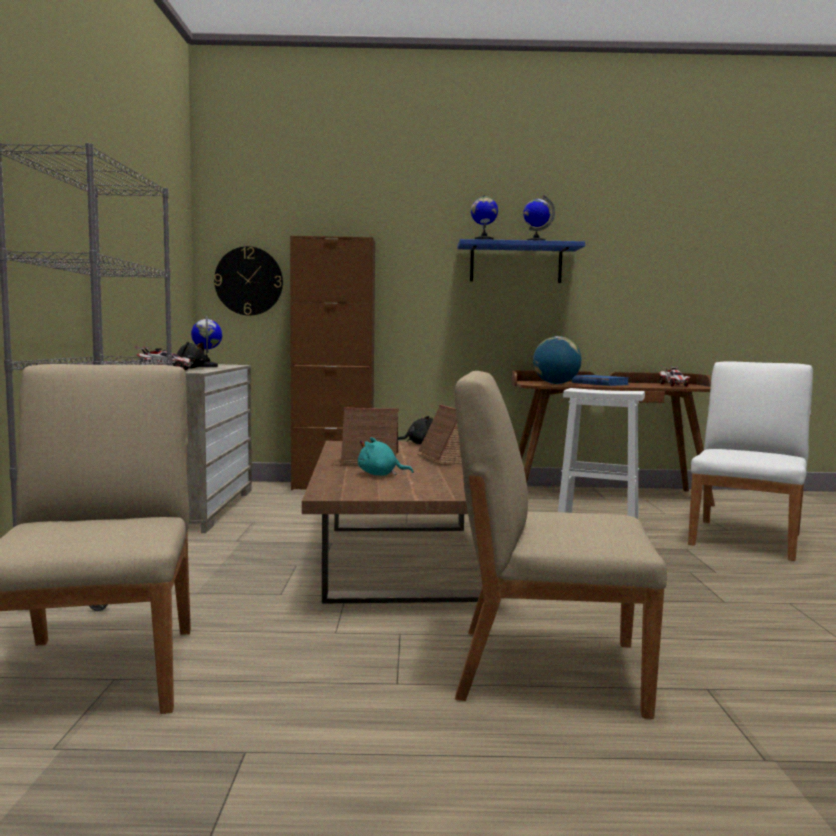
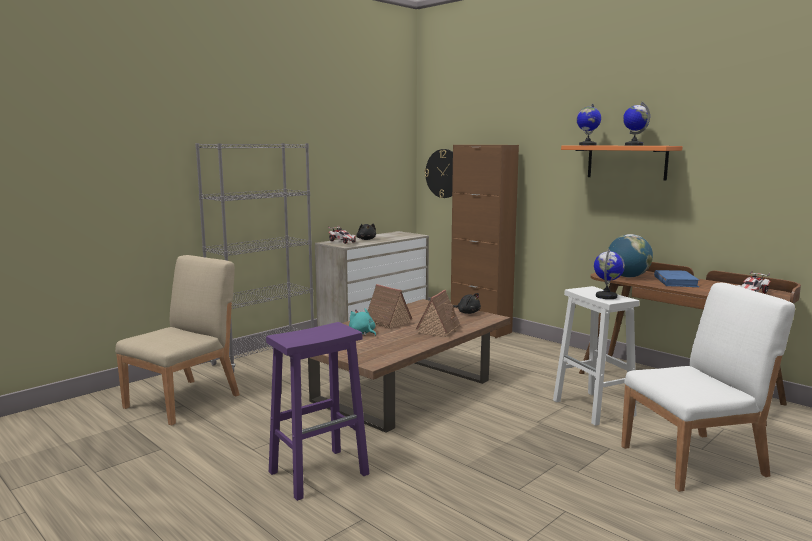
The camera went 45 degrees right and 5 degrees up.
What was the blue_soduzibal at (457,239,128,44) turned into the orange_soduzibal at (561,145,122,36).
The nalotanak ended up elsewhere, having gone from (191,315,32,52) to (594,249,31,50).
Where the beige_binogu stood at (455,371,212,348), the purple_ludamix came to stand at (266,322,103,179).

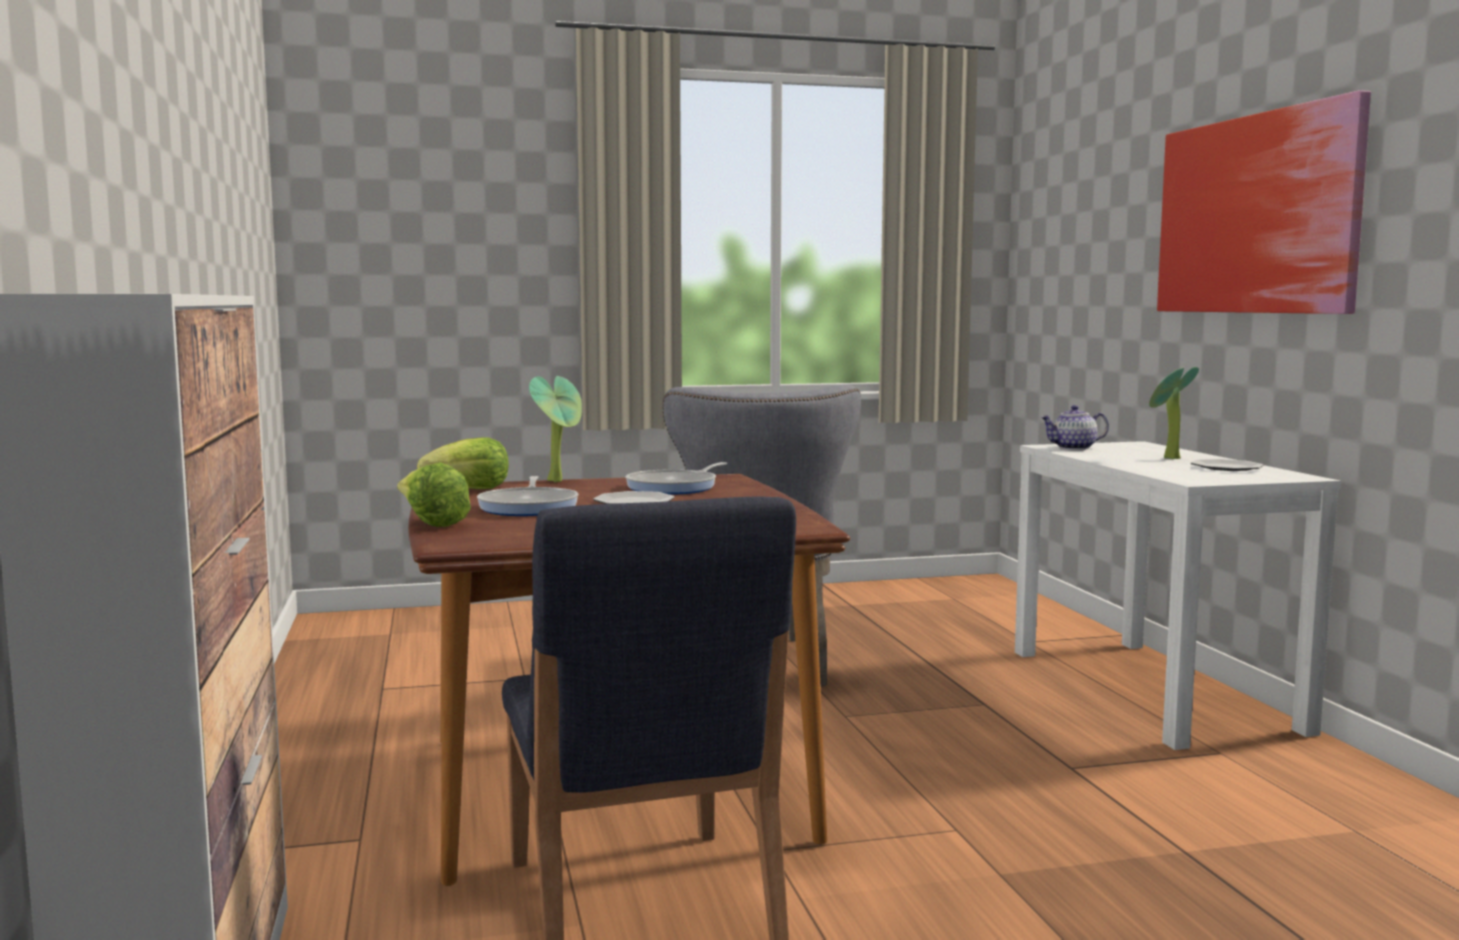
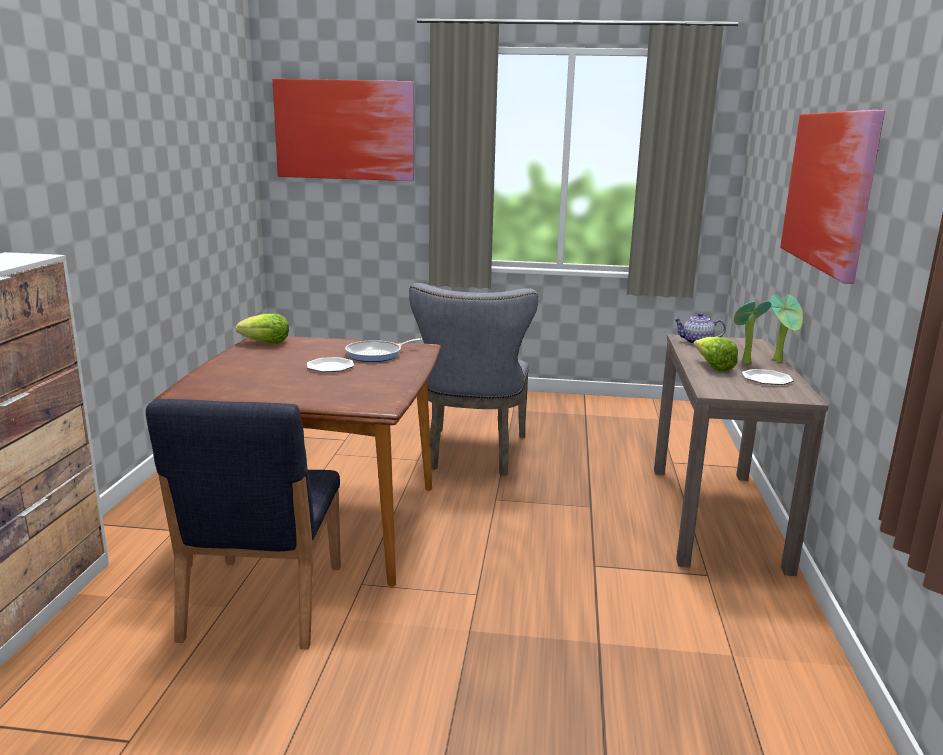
The camera went 20 degrees right and 10 degrees up.
The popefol ended up elsewhere, having gone from (529,376,53,106) to (770,294,33,69).
What was the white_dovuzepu at (1015,441,326,309) turned into the brown_dovuzepu at (654,334,175,242).
The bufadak ended up elsewhere, having gone from (397,462,74,65) to (693,337,45,35).
The second view lost the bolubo at (477,476,101,40).
The second view gained the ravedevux at (273,79,141,102).

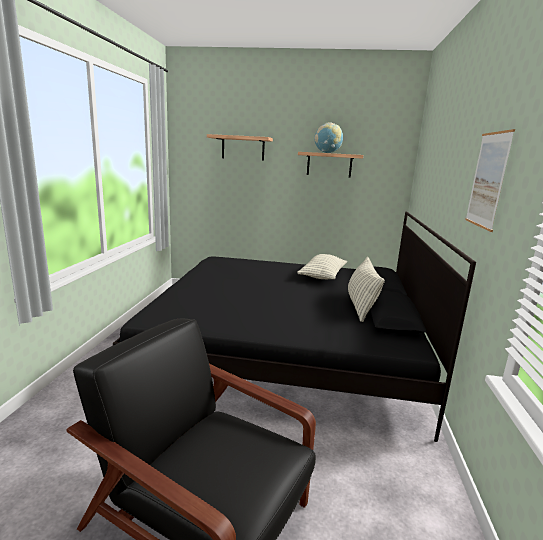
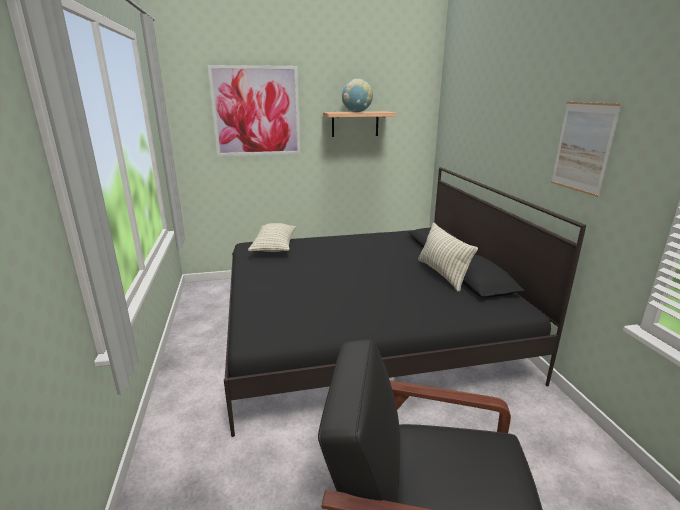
The camera went 20 degrees left and 5 degrees up.
Where the soduzibal hung at (207,134,66,27), the ravedevux came to hang at (207,65,93,91).
The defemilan ended up elsewhere, having gone from (297,254,50,25) to (248,223,48,29).

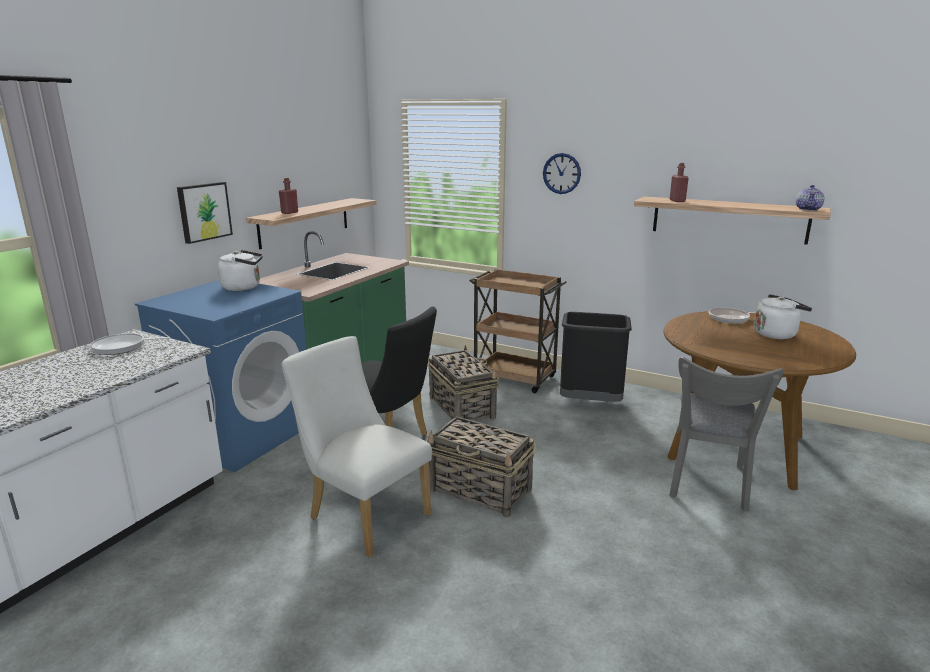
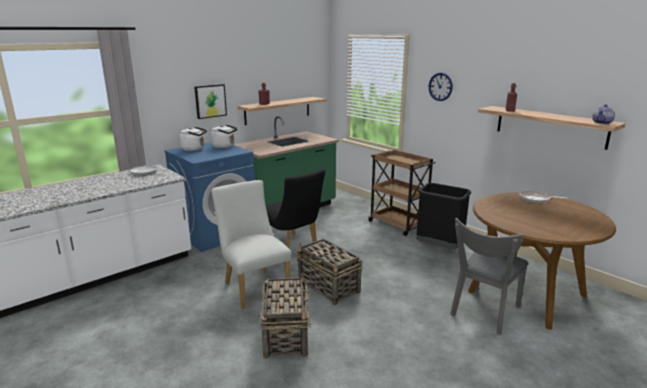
The camera went 20 degrees right and 0 degrees up.
The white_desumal ended up elsewhere, having gone from (754,294,58,45) to (180,127,27,24).
The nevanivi ended up elsewhere, having gone from (428,345,71,76) to (260,274,52,85).

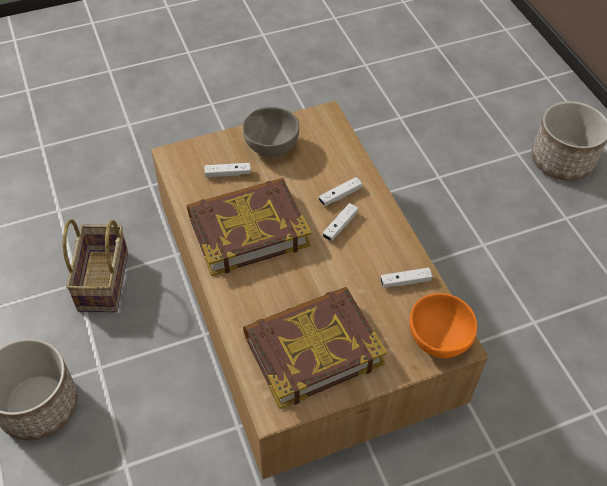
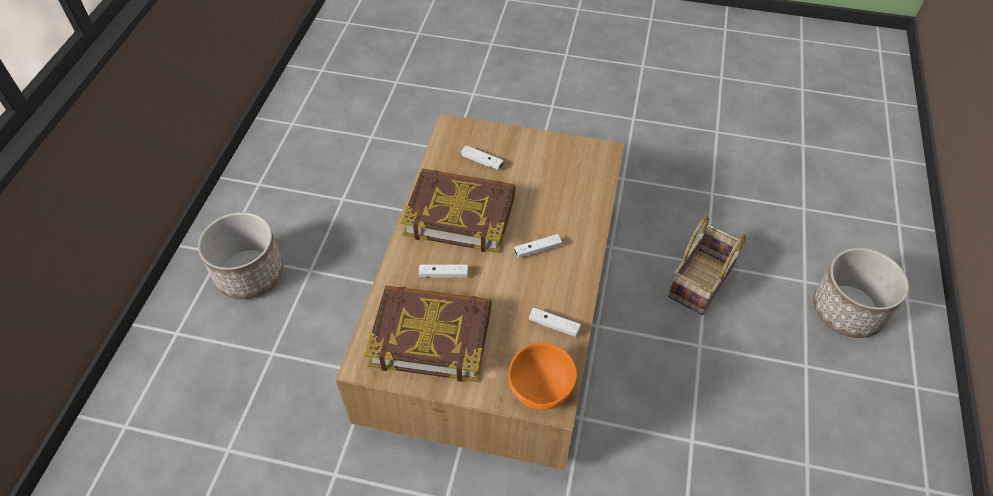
The camera went 35 degrees right and 0 degrees up.
The second view lost the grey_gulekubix at (243,107,56,49).
The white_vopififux ended up elsewhere, having gone from (319,177,43,29) to (419,265,49,13).
The nevanivi ended up elsewhere, having gone from (63,219,65,93) to (668,216,78,99).

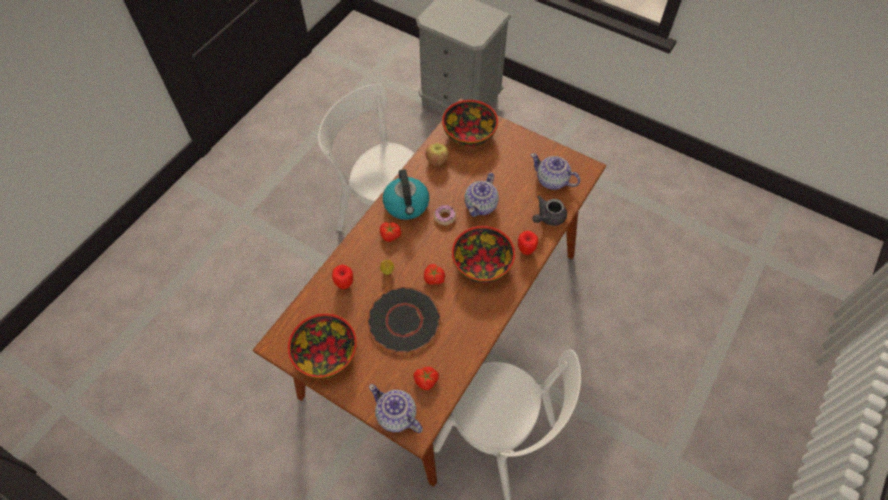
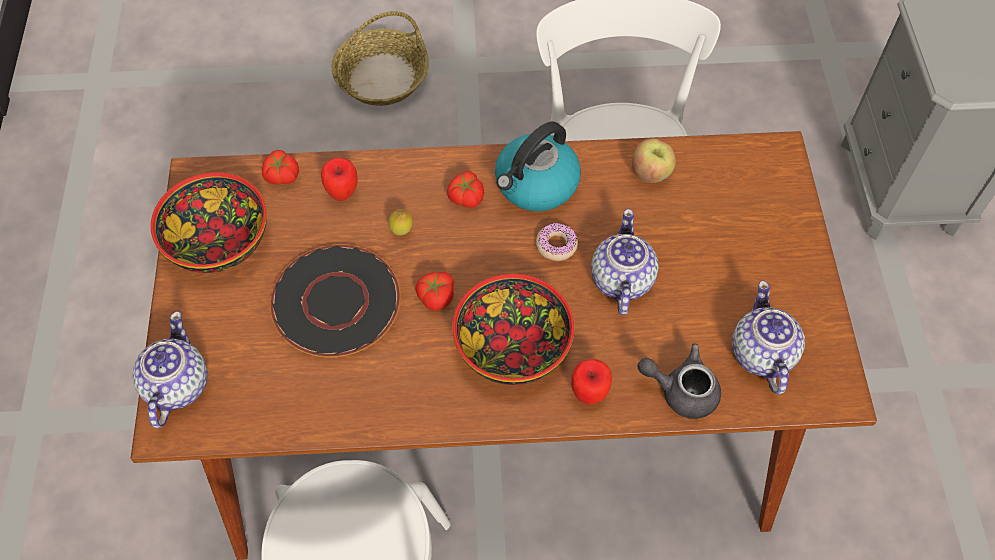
The camera went 55 degrees right and 0 degrees up.
The second view lost the gulekubix at (442,100,56,47).
The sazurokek at (465,173,34,44) ended up facing another way, 105 degrees clockwise from before.
The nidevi ended up elsewhere, having gone from (413,367,26,23) to (262,150,37,34).
The second view gained the nevanivi at (331,11,98,95).

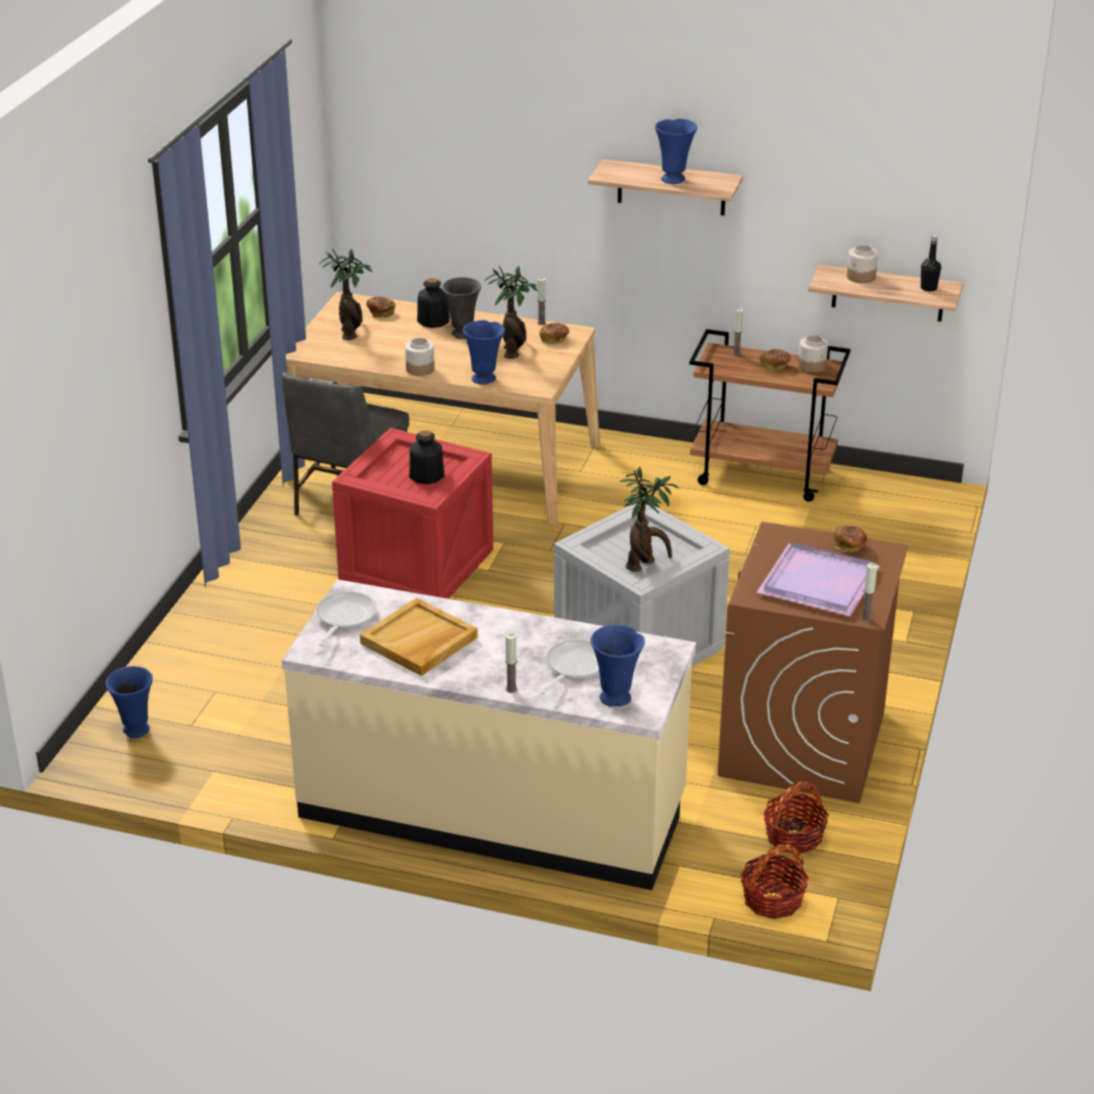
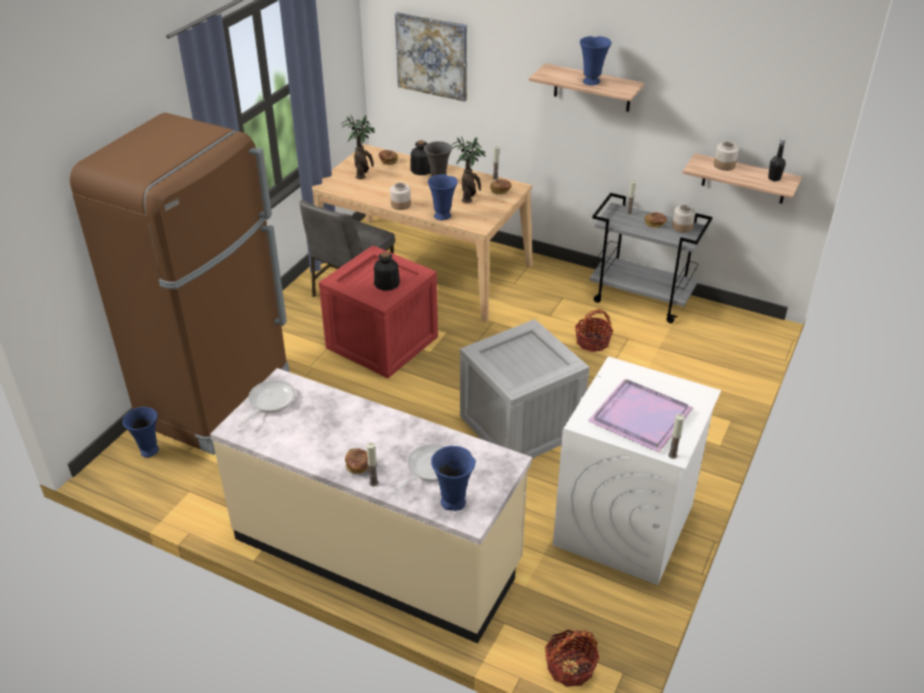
The camera went 10 degrees right and 5 degrees up.
What was the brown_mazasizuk at (689,329,162,173) turned into the grey_mazasizuk at (590,193,123,130).
The second view lost the popefol at (619,466,60,106).
What was the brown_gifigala at (718,522,190,281) turned into the white_gifigala at (553,357,168,228).
The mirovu ended up elsewhere, having gone from (834,525,33,27) to (345,448,24,26).
The second view lost the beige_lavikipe at (360,598,118,78).
The nevanivi ended up elsewhere, having gone from (763,781,66,73) to (575,309,38,43).
The second view gained the ravedevux at (395,12,72,90).
The second view gained the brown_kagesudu at (70,113,220,342).

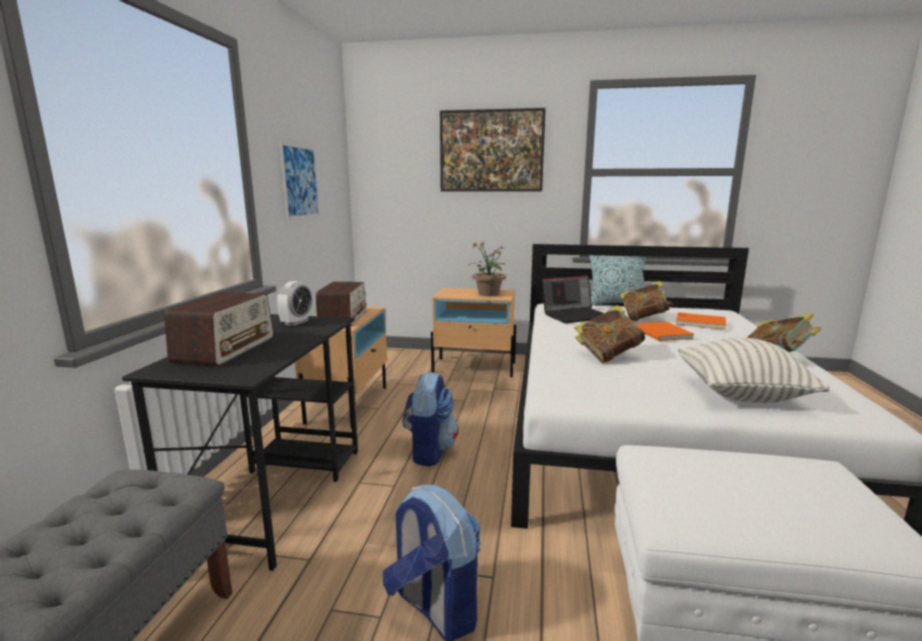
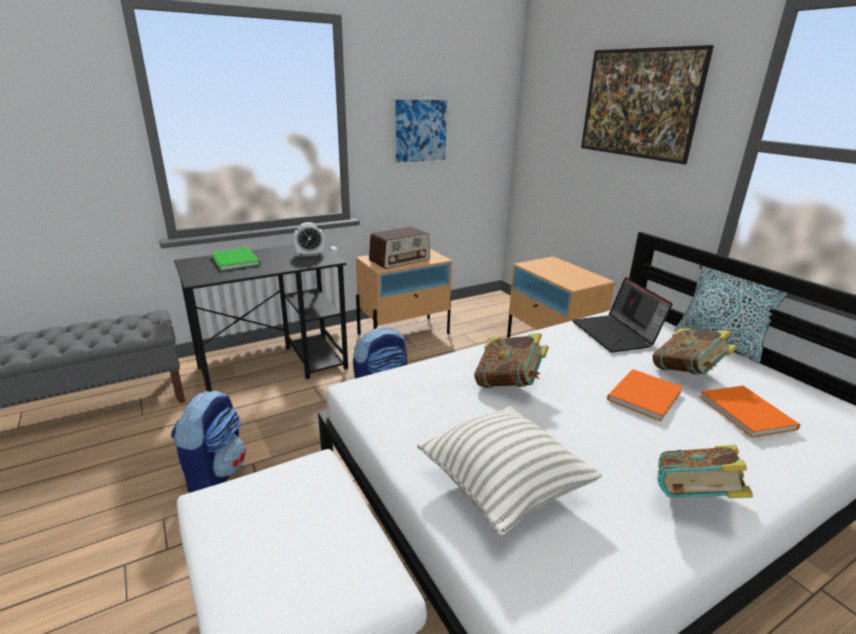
The camera went 50 degrees right and 10 degrees up.
The second view lost the popefol at (469,242,37,54).
The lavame at (542,275,62,48) ended up facing another way, 45 degrees clockwise from before.
Where the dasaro stood at (164,292,110,74), the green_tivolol came to stand at (211,247,50,24).

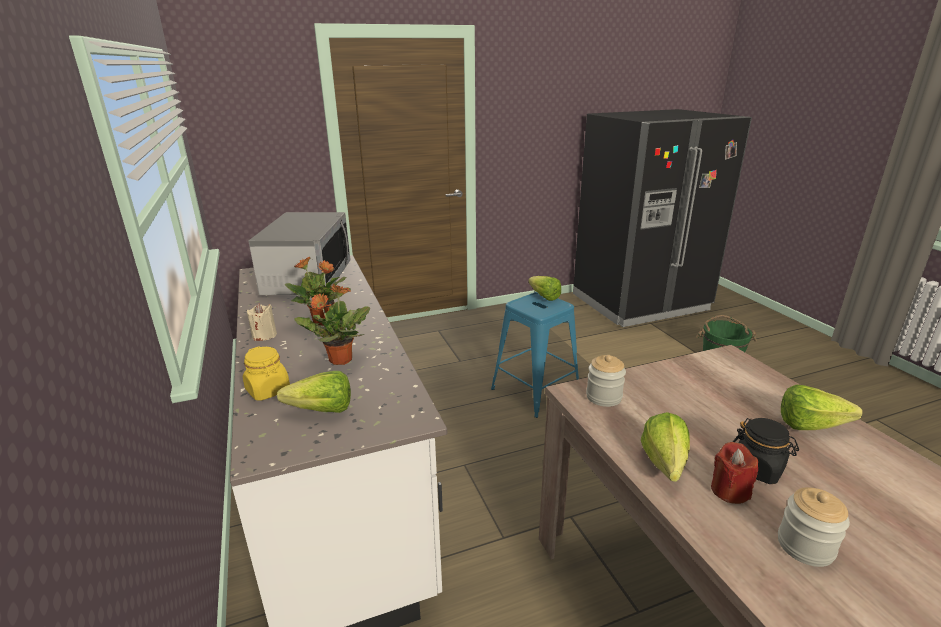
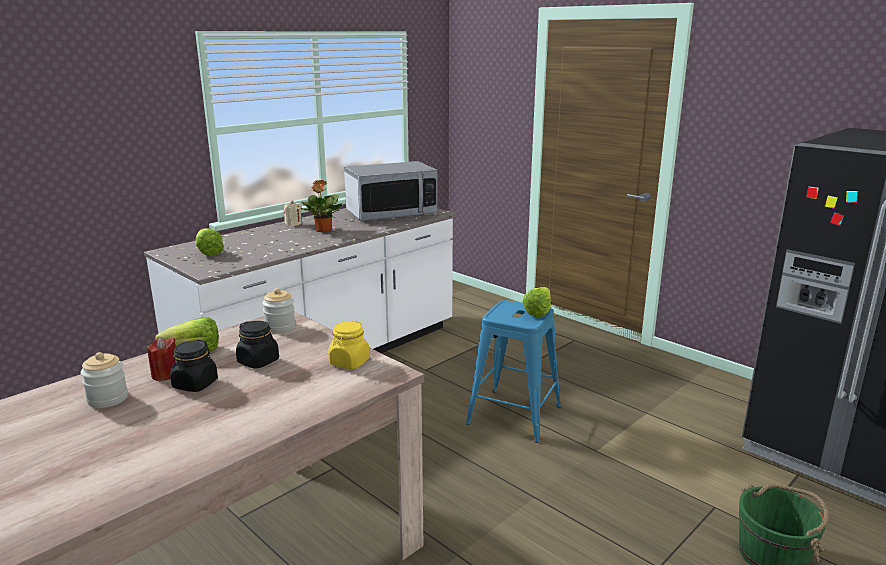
The camera went 65 degrees right and 5 degrees down.
The second view lost the popefol at (295,284,75,81).
The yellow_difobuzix ended up elsewhere, having gone from (243,346,47,55) to (328,321,42,48).
The second view lost the bufadak at (781,385,82,45).
The second view gained the black_difobuzix at (236,321,43,48).

